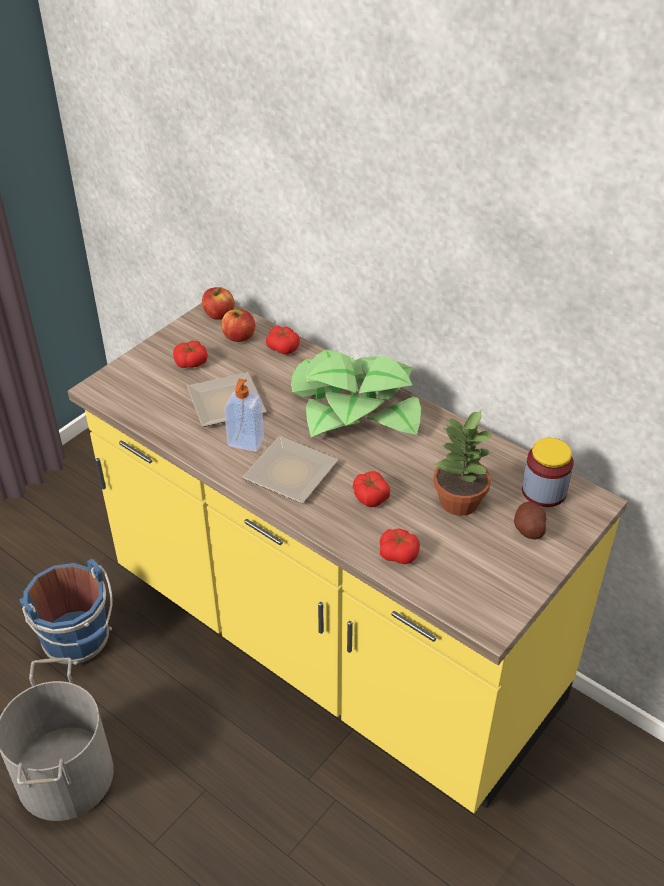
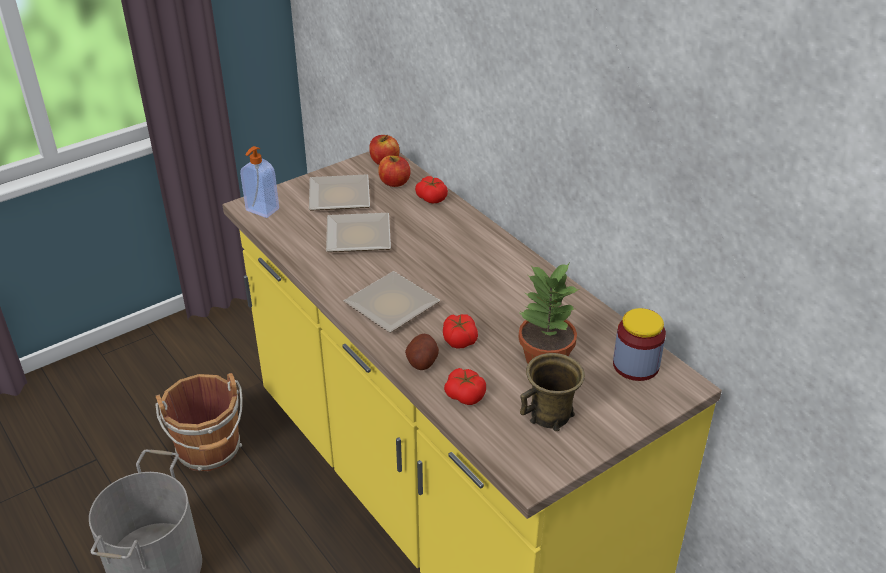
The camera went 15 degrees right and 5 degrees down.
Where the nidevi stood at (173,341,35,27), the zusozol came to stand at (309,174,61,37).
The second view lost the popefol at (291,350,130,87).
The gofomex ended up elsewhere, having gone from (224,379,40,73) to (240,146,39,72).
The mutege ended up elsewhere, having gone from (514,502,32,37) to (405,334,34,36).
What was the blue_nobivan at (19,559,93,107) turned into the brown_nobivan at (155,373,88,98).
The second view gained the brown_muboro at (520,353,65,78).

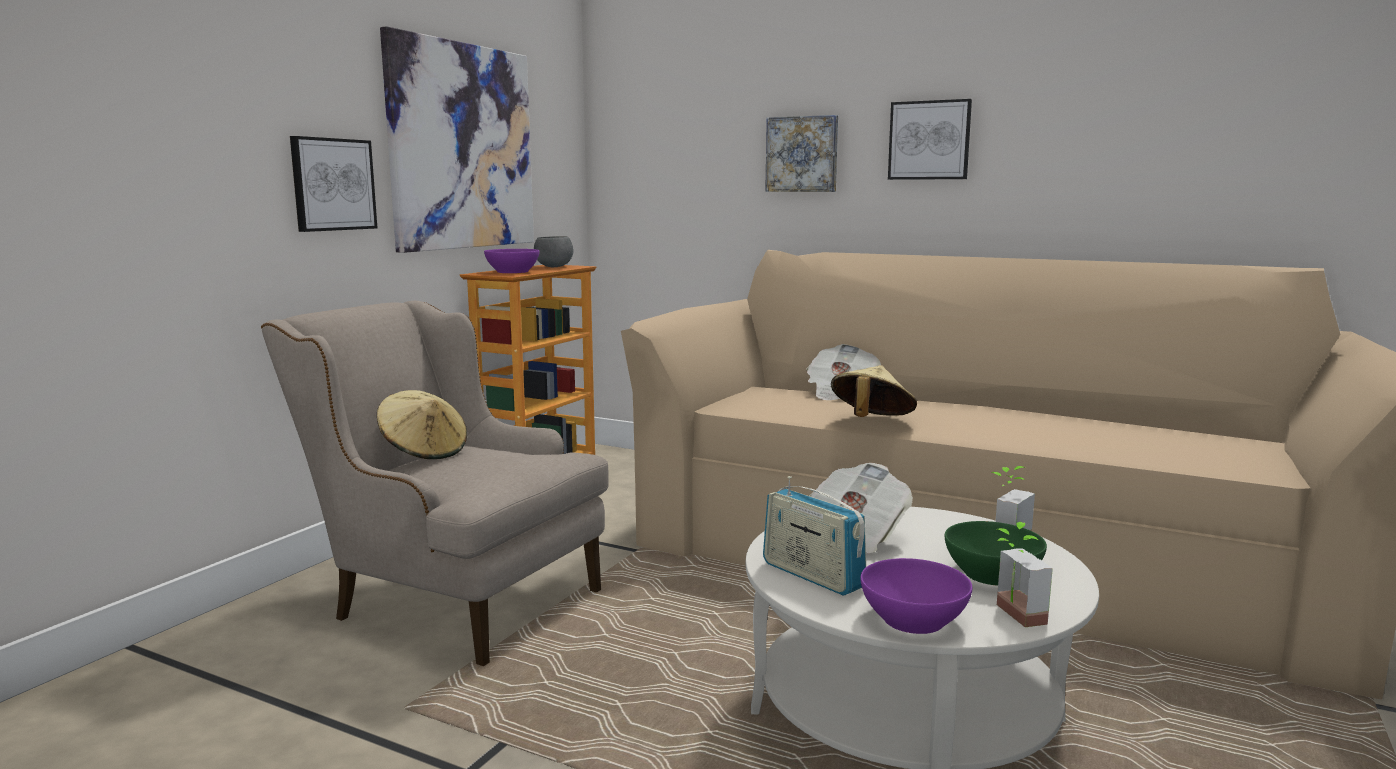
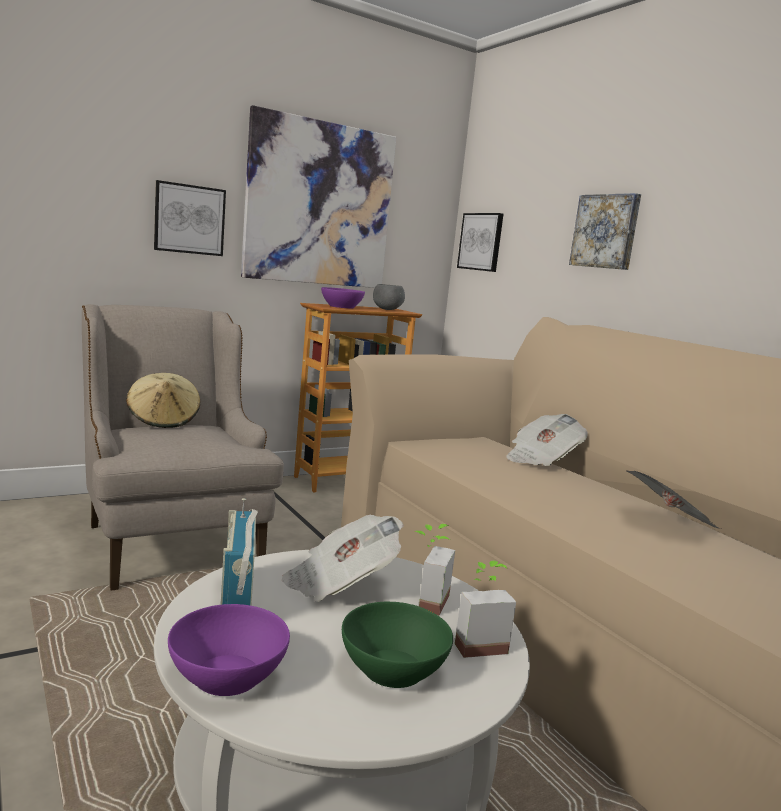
The camera went 30 degrees right and 0 degrees up.
The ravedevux ended up elsewhere, having gone from (888,99,84,81) to (457,213,47,59).
The second view lost the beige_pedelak at (831,365,86,52).
The popefol ended up elsewhere, having gone from (997,522,56,105) to (414,524,41,92).
The second view gained the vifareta at (626,471,95,58).

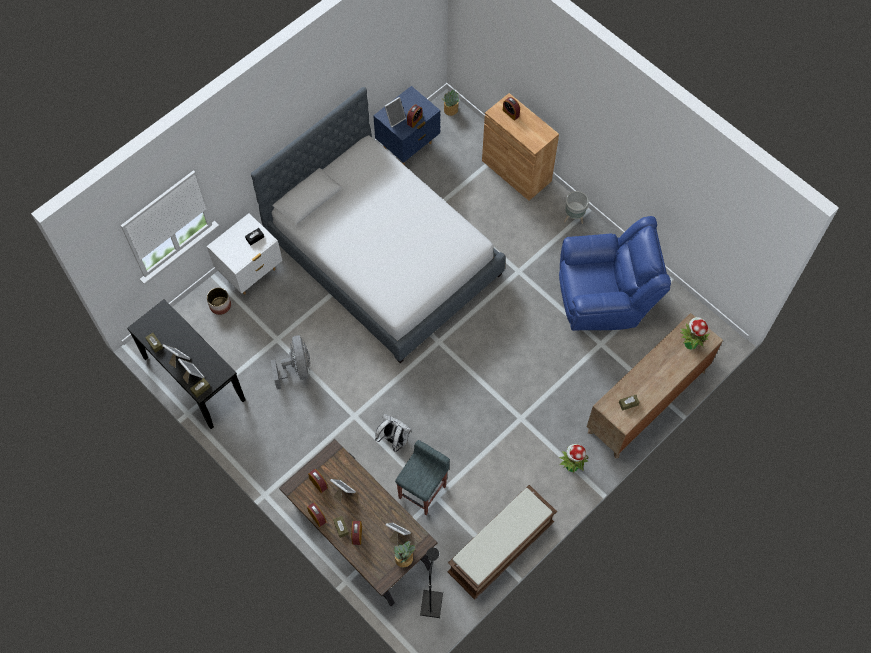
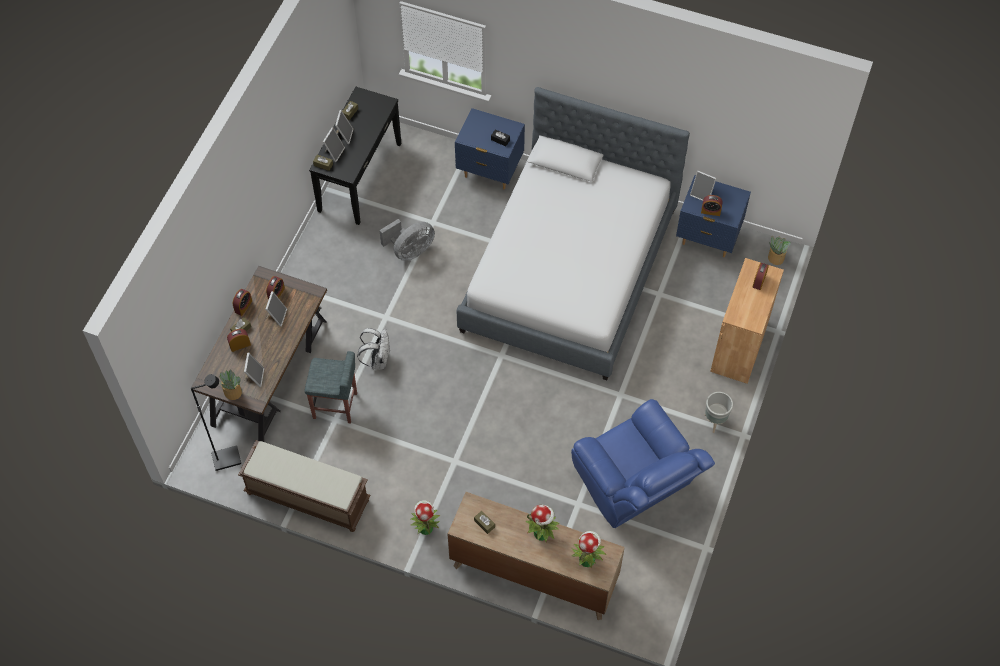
The camera went 65 degrees right and 5 degrees down.
What was the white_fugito at (207,213,75,82) turned into the blue_fugito at (455,108,70,81).
The second view lost the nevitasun at (207,287,24,28).
The second view gained the popefol at (525,505,35,37).

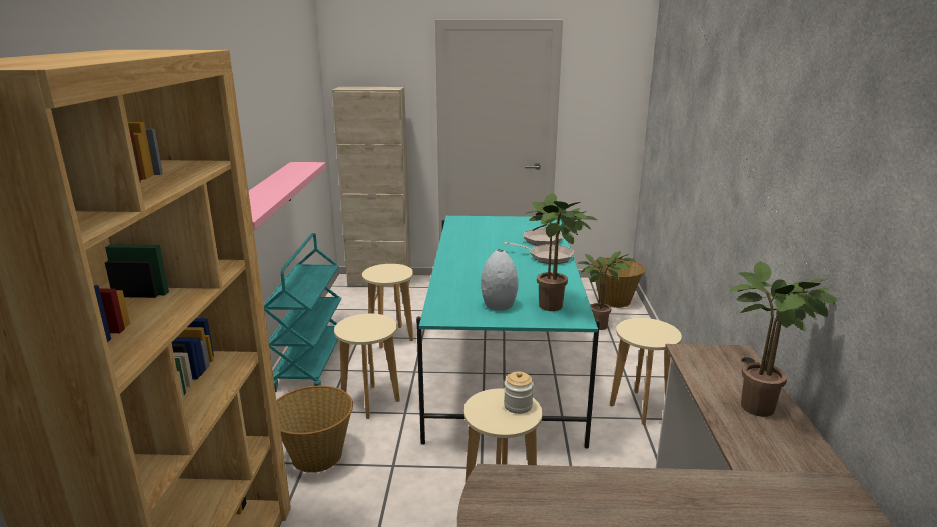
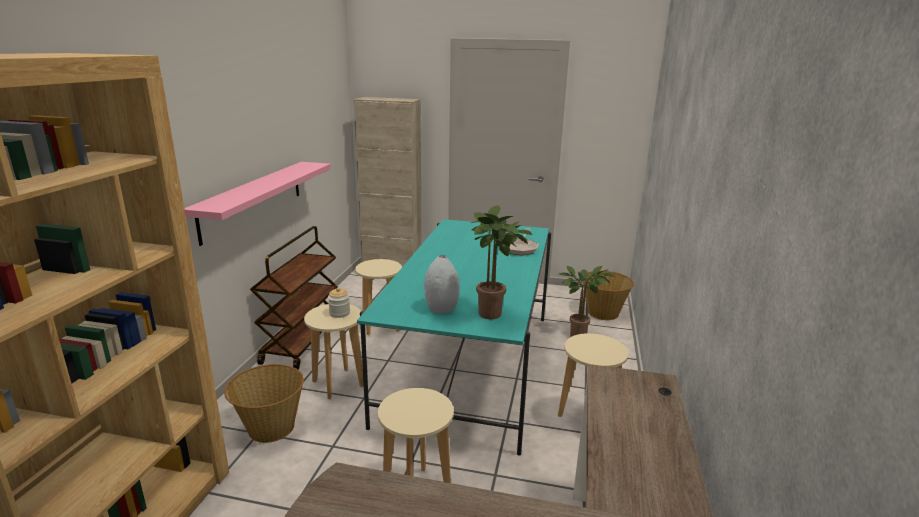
The camera went 10 degrees right and 0 degrees up.
What was the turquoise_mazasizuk at (264,233,77,159) turned into the brown_mazasizuk at (250,226,88,143).
The second view lost the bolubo at (503,242,71,22).
The second view lost the popefol at (729,261,110,156).
The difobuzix ended up elsewhere, having gone from (504,371,30,43) to (328,287,22,31).

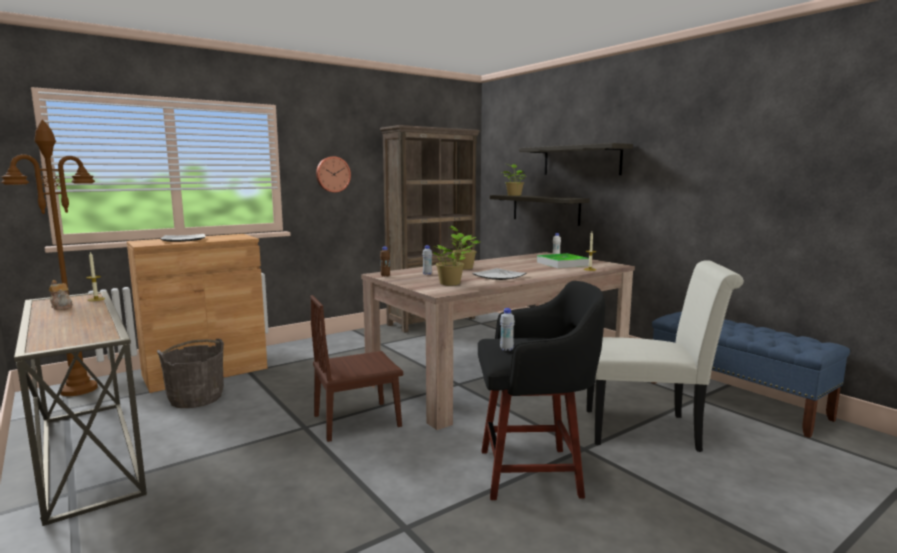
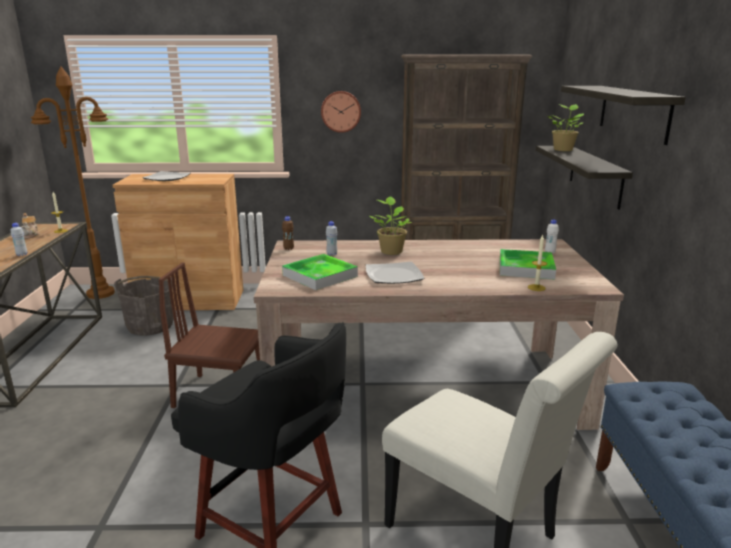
The camera went 35 degrees right and 10 degrees up.
Where the popefol stood at (433,234,41,52), the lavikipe came to stand at (282,254,76,36).
The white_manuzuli ended up elsewhere, having gone from (500,308,15,43) to (10,223,17,33).

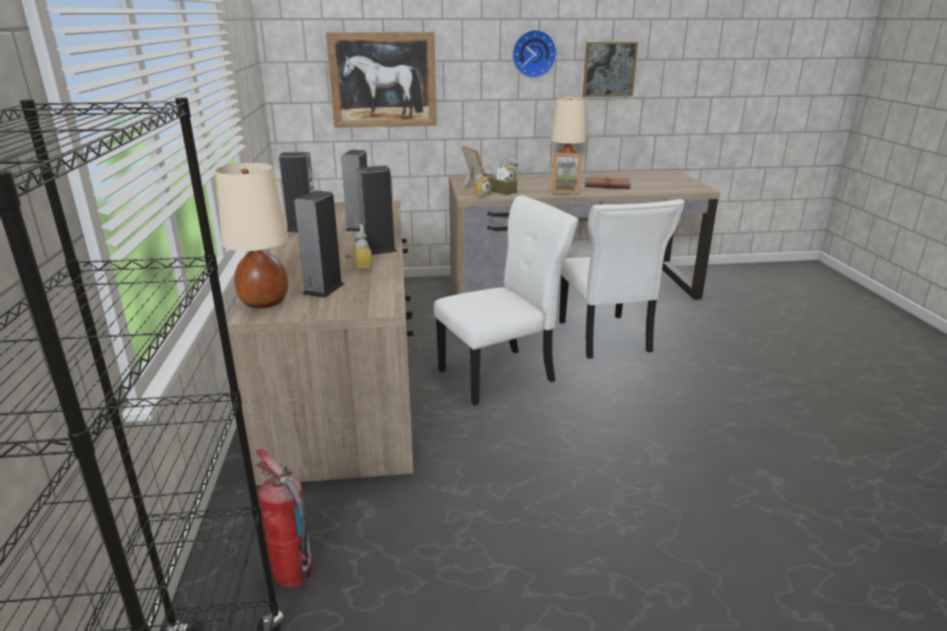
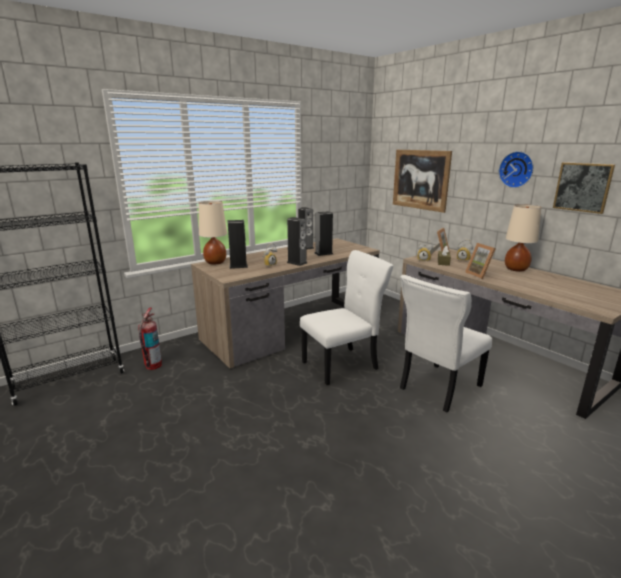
The camera went 60 degrees right and 5 degrees down.
The second view lost the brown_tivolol at (585,176,48,13).
The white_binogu at (434,195,144,211) ended up facing another way, 60 degrees counterclockwise from before.

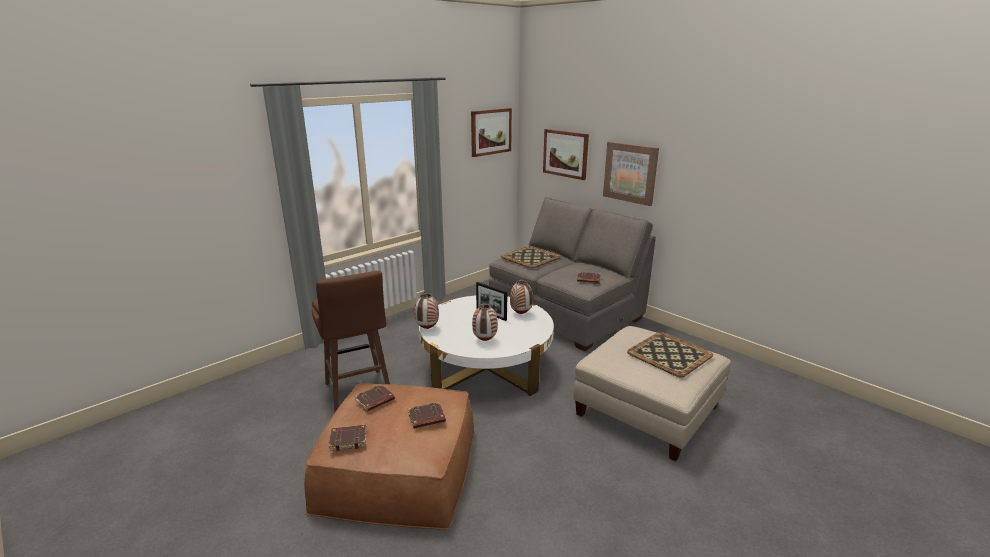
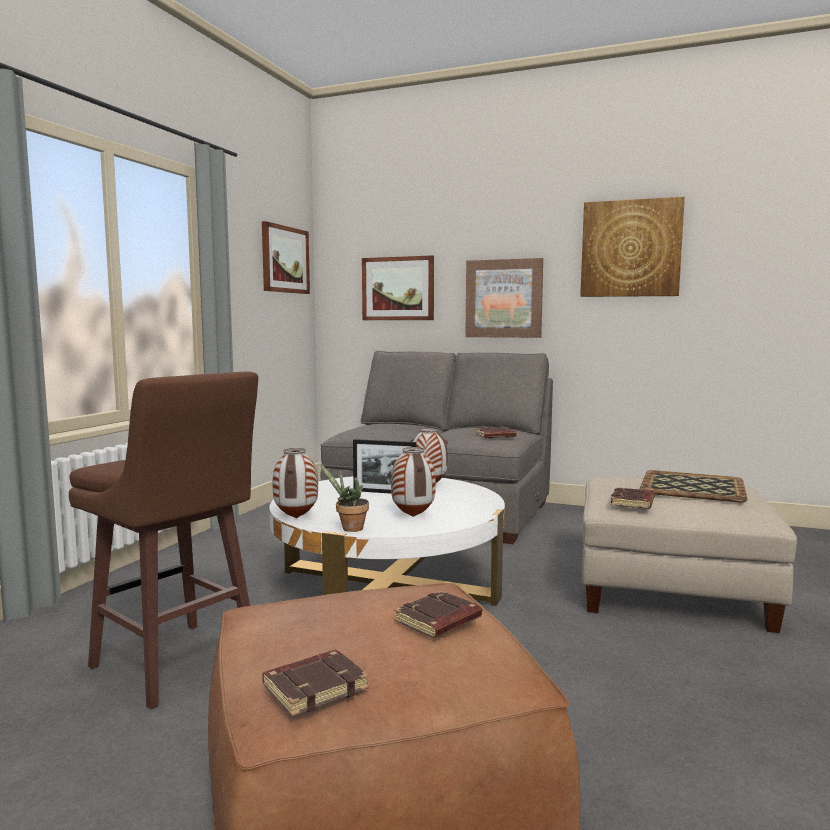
The camera went 25 degrees left and 15 degrees down.
The second view lost the lavikipe at (501,246,60,22).
The brown_tivolol ended up elsewhere, having gone from (354,384,41,28) to (611,487,44,22).
The second view gained the ravedevux at (580,197,105,100).
The second view gained the popefol at (321,466,48,66).

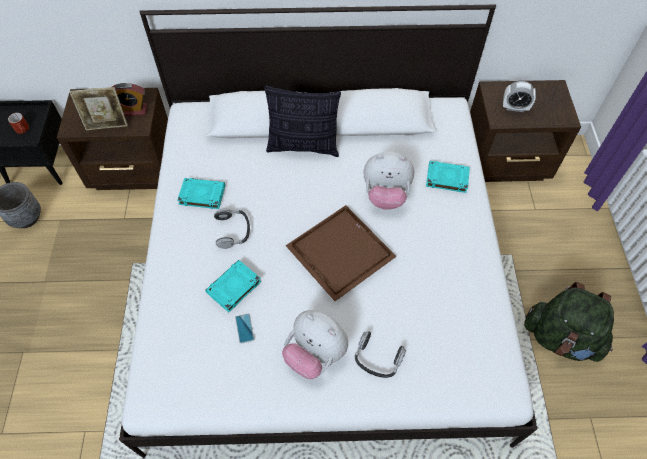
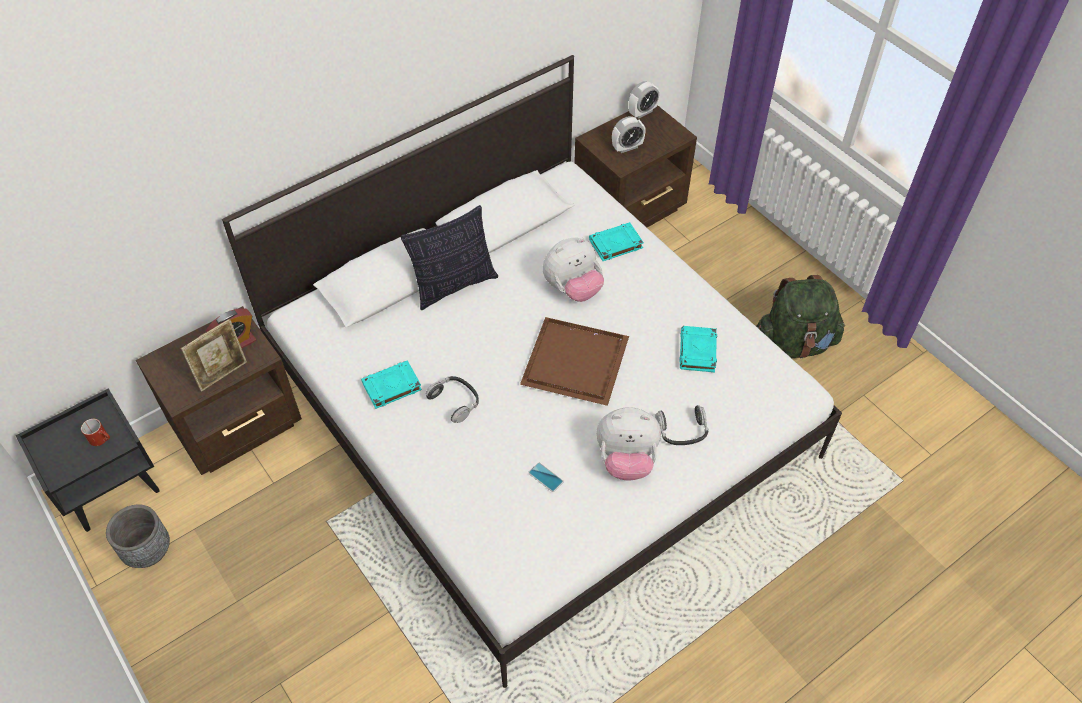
The camera went 35 degrees left and 5 degrees down.
The turquoise_tivolol ended up elsewhere, having gone from (205,260,56,53) to (679,326,38,46).
The second view gained the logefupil at (629,81,31,37).

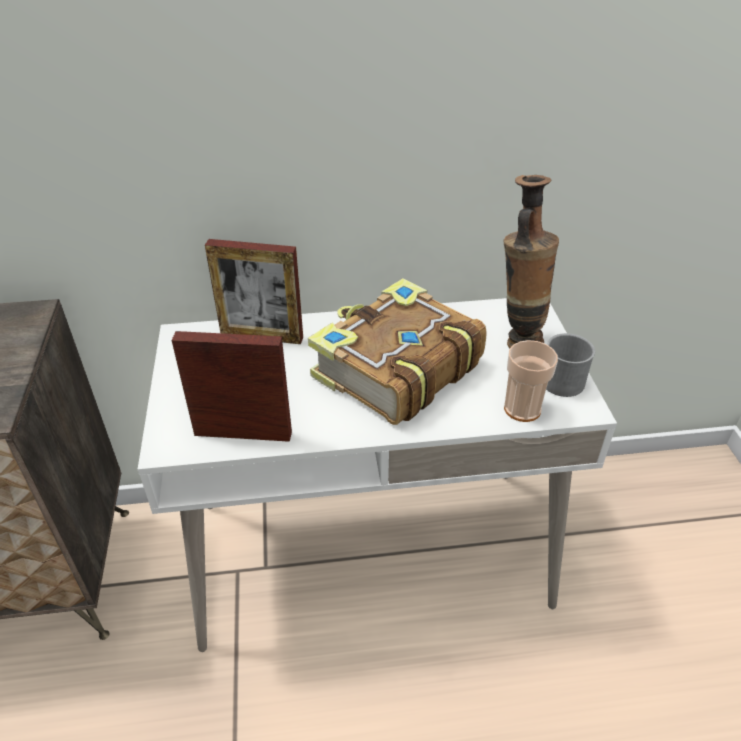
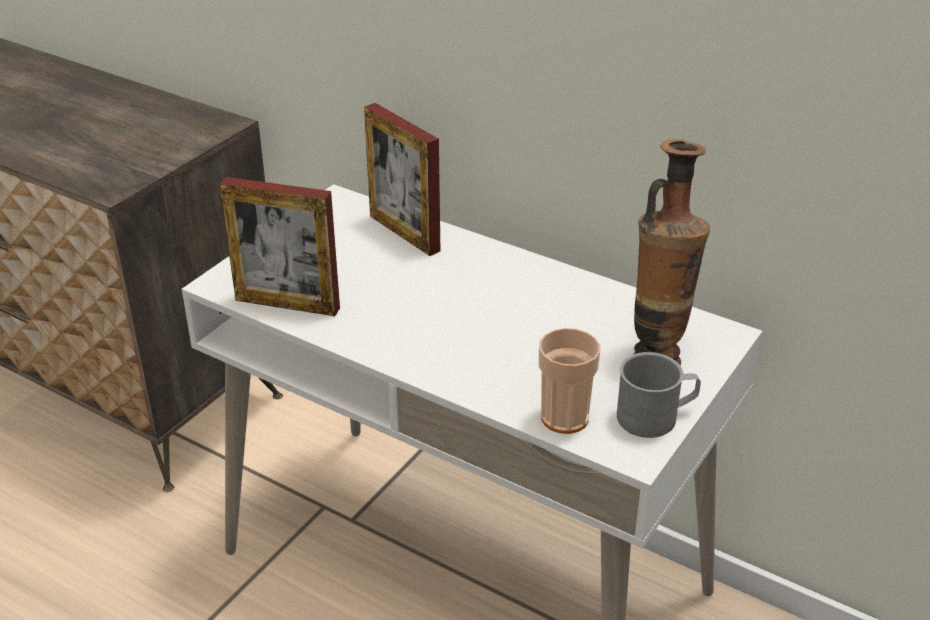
The camera went 40 degrees right and 5 degrees down.
The second view lost the tivolol at (308,278,178,147).
The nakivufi at (172,331,120,111) ended up facing another way, 150 degrees clockwise from before.

